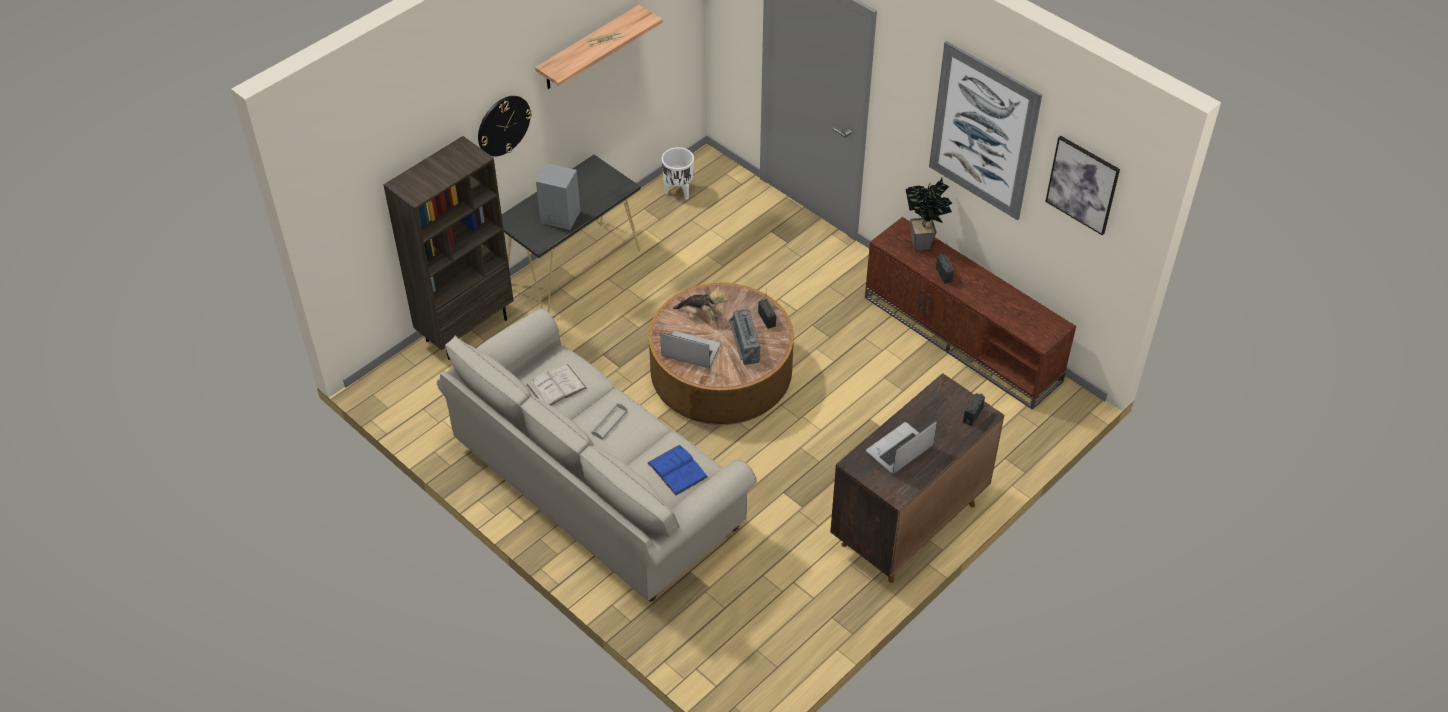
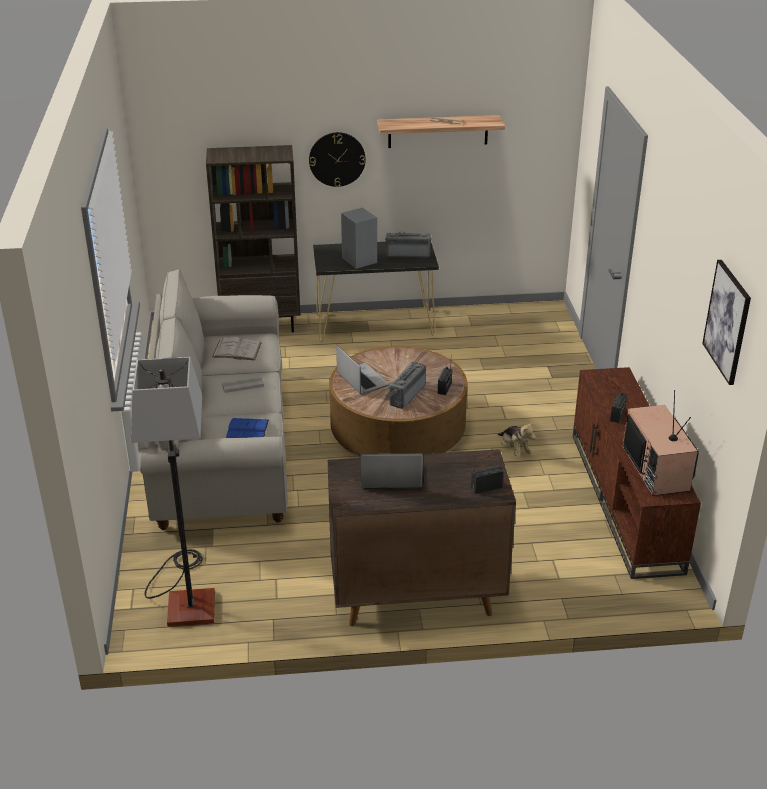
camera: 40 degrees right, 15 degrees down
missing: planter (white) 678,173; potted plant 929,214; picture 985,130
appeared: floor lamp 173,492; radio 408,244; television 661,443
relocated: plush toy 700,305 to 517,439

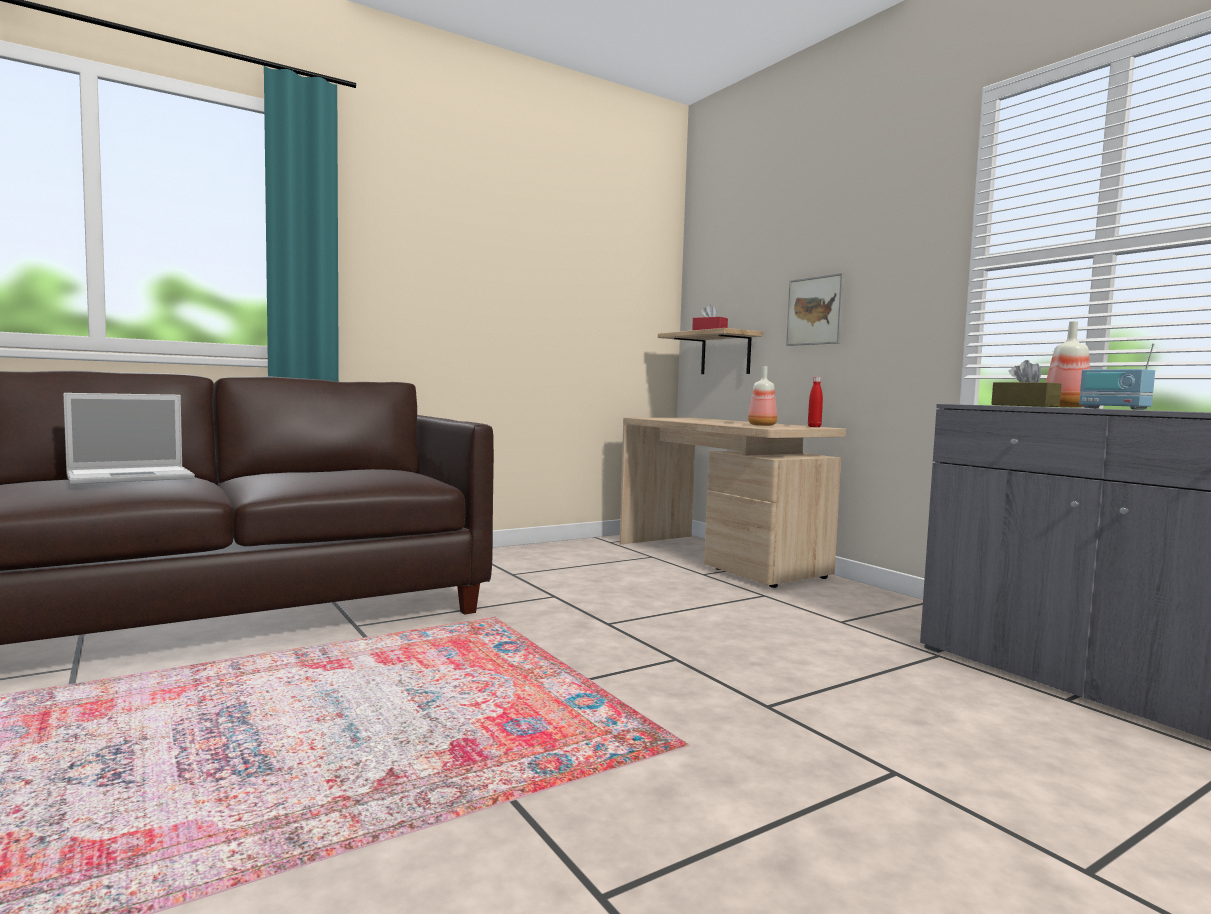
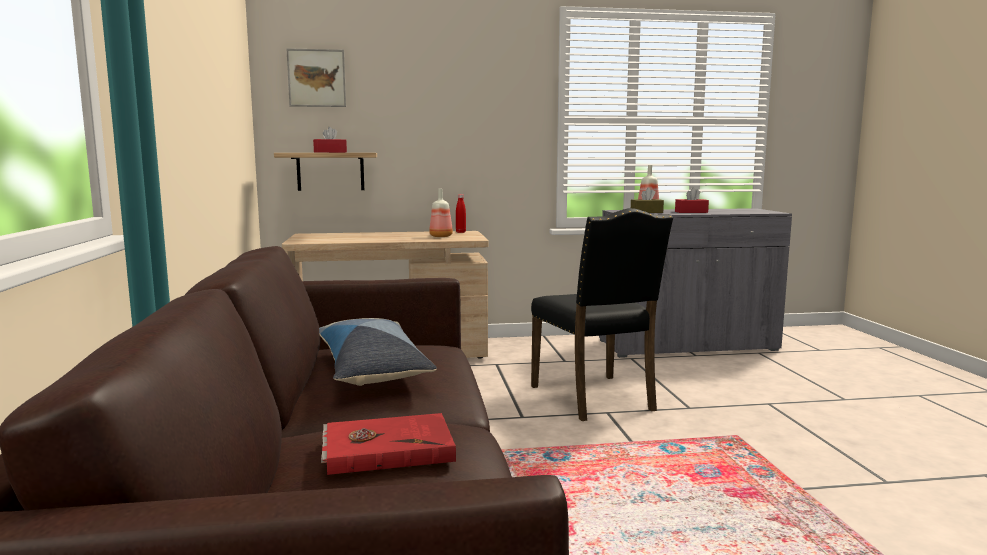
camera: 65 degrees left, 5 degrees up
appeared: pillow 378,352; chair (black) 602,314
relocated: picture 815,309 to 316,77
exchanged: laptop 129,438 to book (red) 388,444; radio 1117,377 to tissue box (red) 692,200

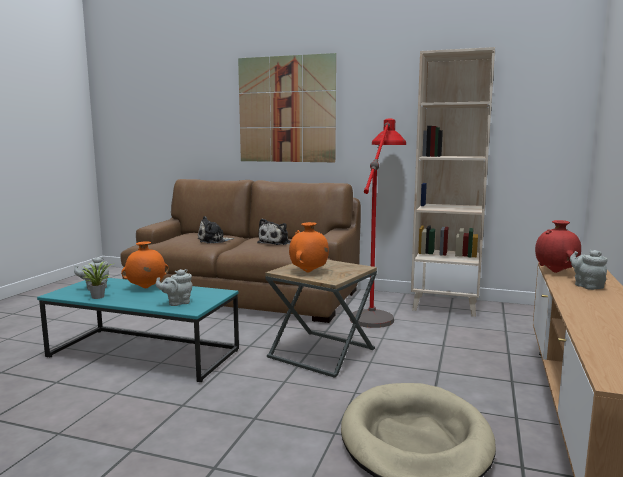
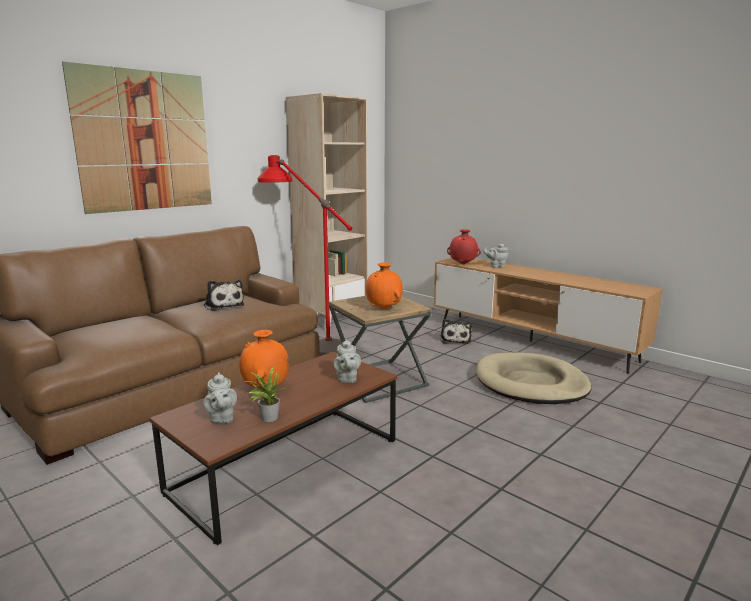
camera: 65 degrees left, 5 degrees up
relocated: plush toy 215,229 to 456,331
colour: coffee table (turquoise) 138,330 to coffee table (brown) 273,448

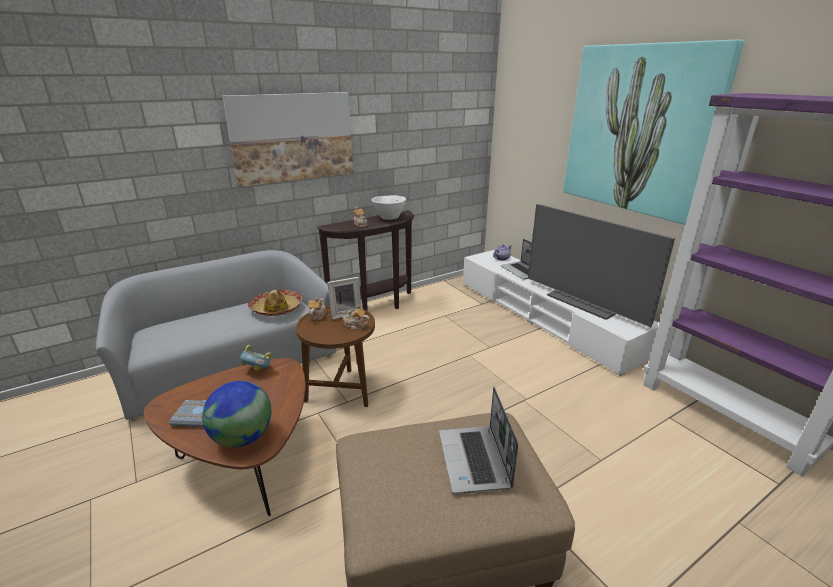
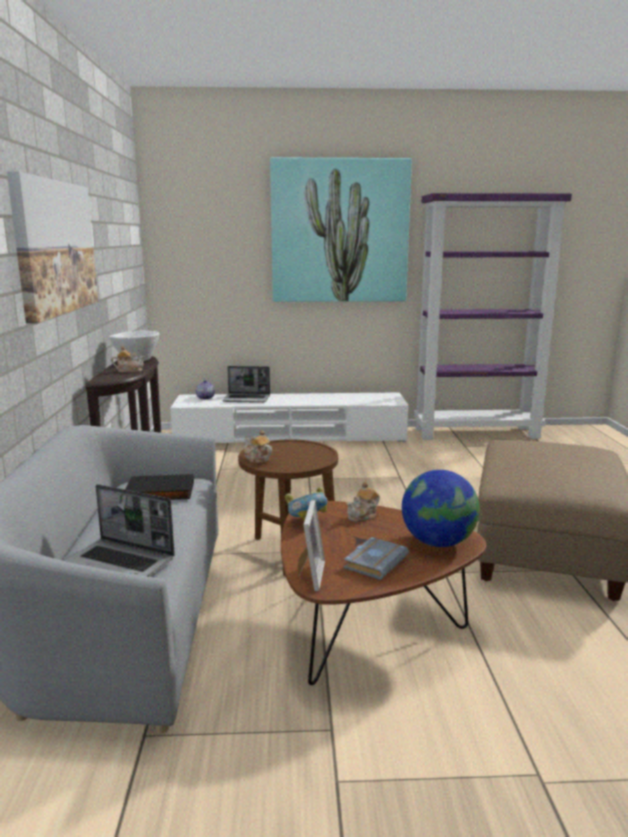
camera: 60 degrees left, 10 degrees down
missing: television 601,266
relocated: laptop 478,440 to 119,530; picture frame 344,298 to 311,545; teapot 355,317 to 363,502
exchanged: hat 275,303 to book (black) 159,487

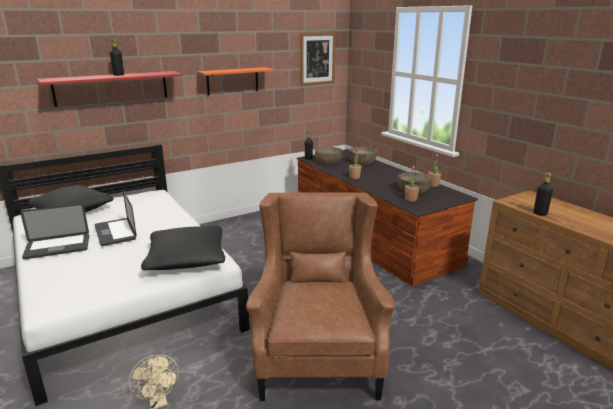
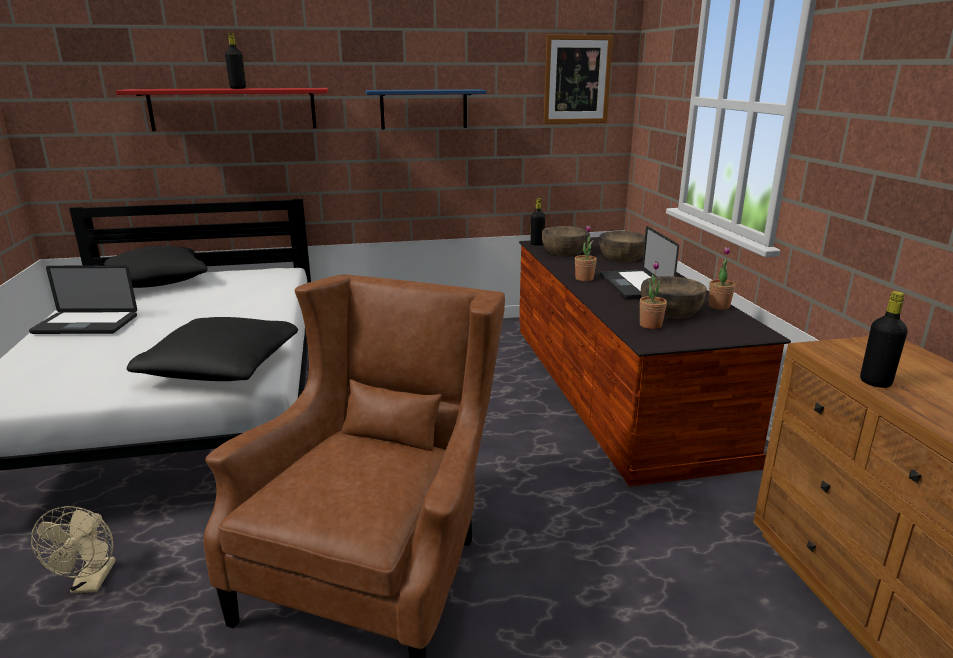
camera: 20 degrees right, 0 degrees up
relocated: laptop 116,218 to 639,262
colour: shelf (orange) 235,81 to shelf (blue) 426,109

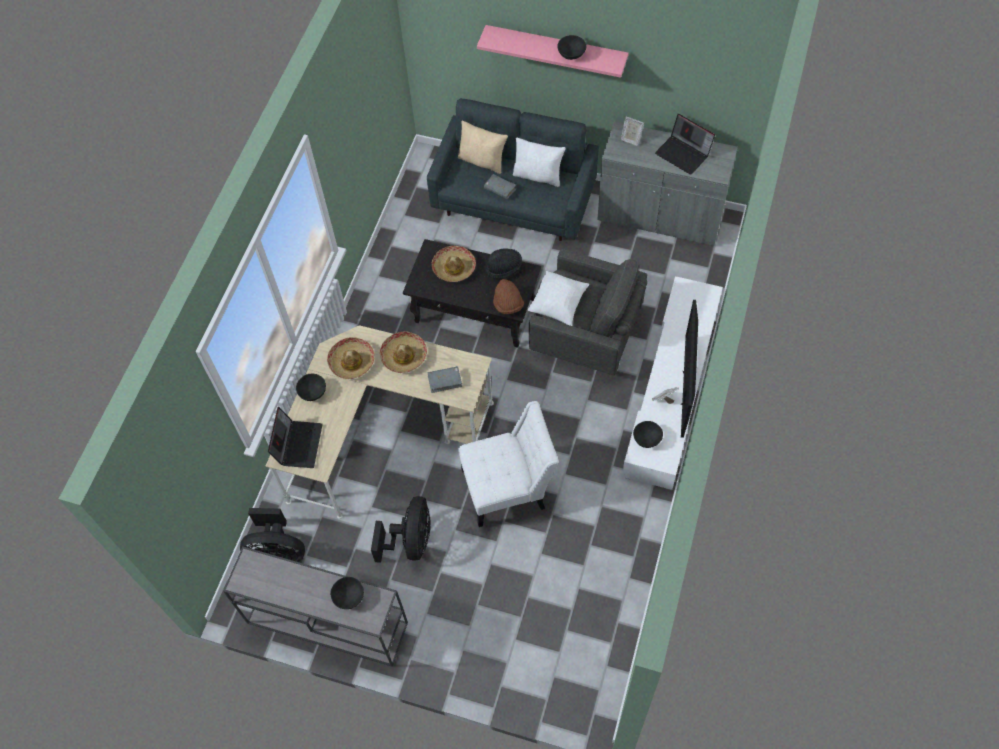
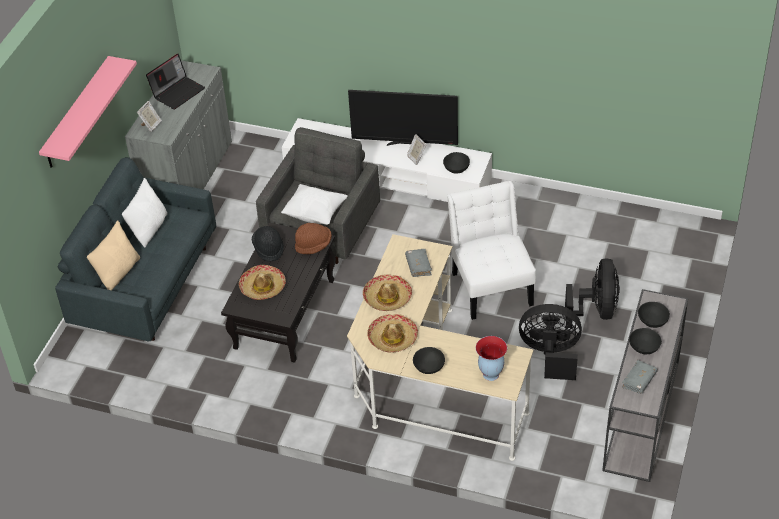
camera: 90 degrees left, 15 degrees down
relocated: fan (black) 272,535 to 592,293; book (grey) 500,186 to 640,377; bowl (black) 571,47 to 645,341
exchanged: laptop 295,437 to vase 491,358

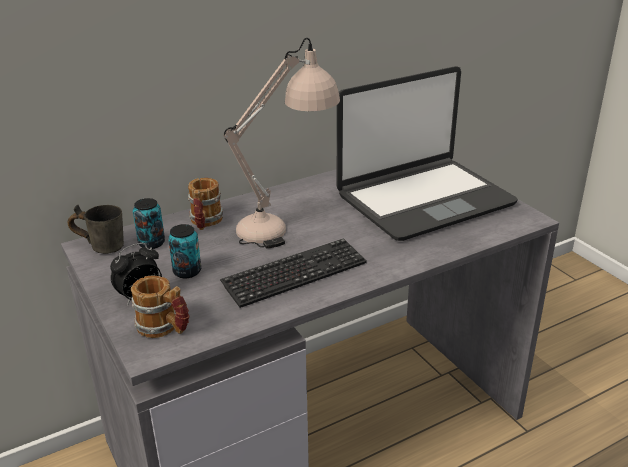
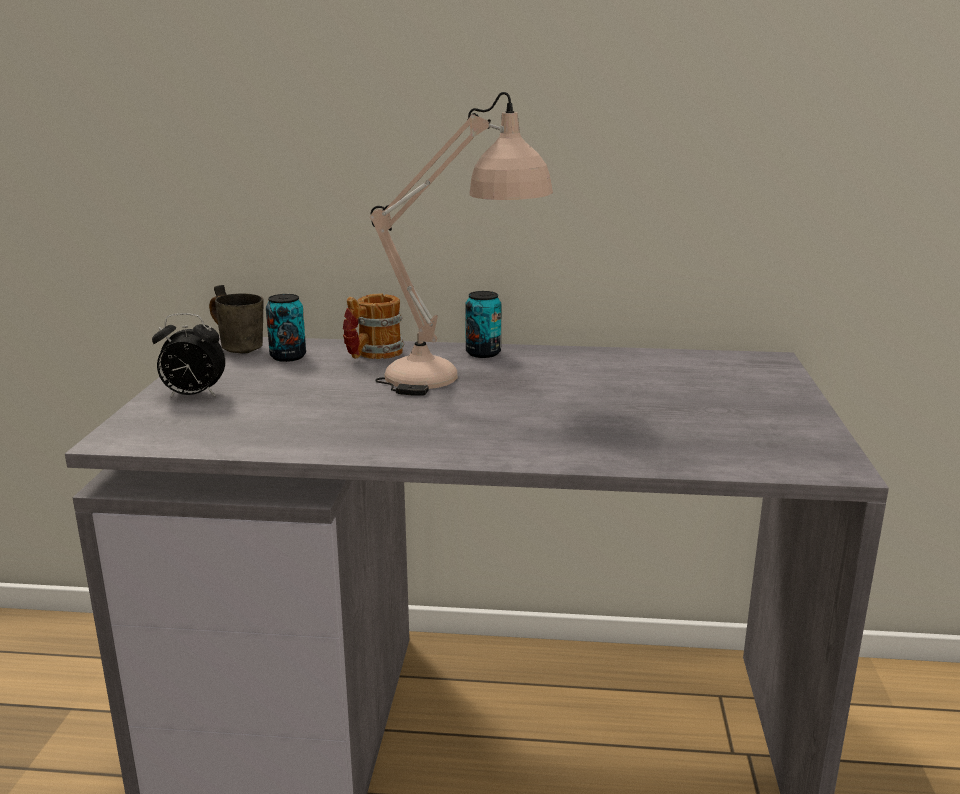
camera: 35 degrees right, 10 degrees down
missing: mug 160,306; keyboard 293,273; laptop 427,153
relocated: can 184,251 to 483,324

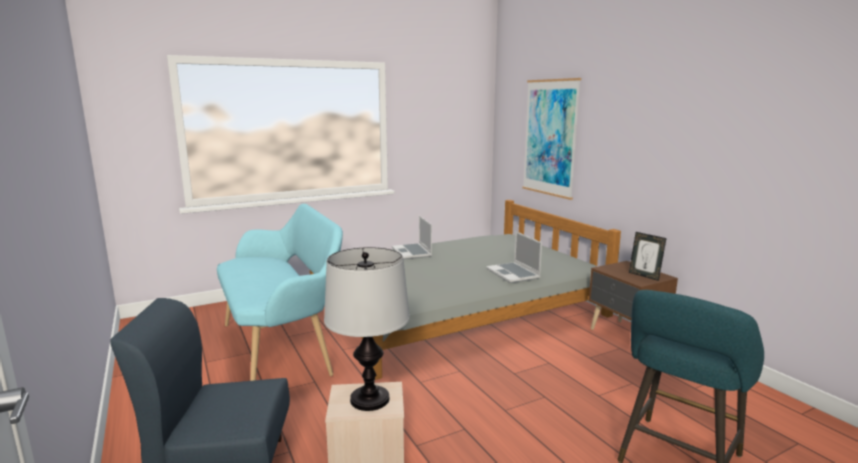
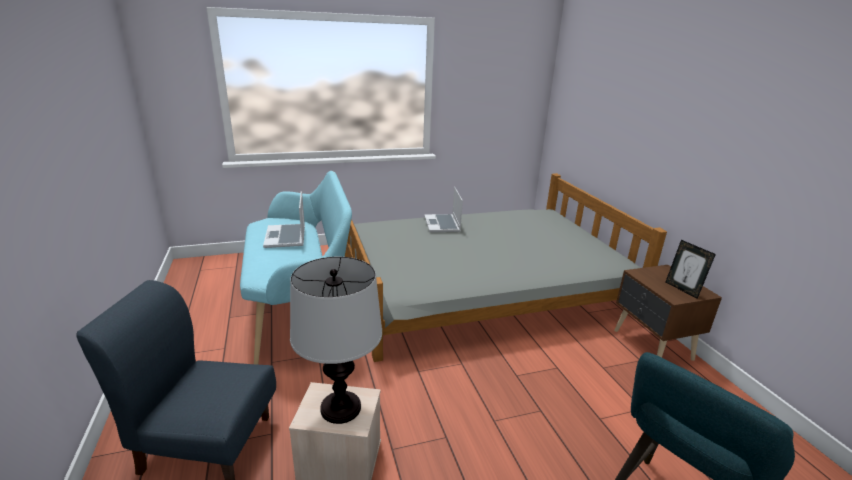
camera: 10 degrees right, 10 degrees up
missing: picture 551,139
relocated: laptop 514,257 to 284,219

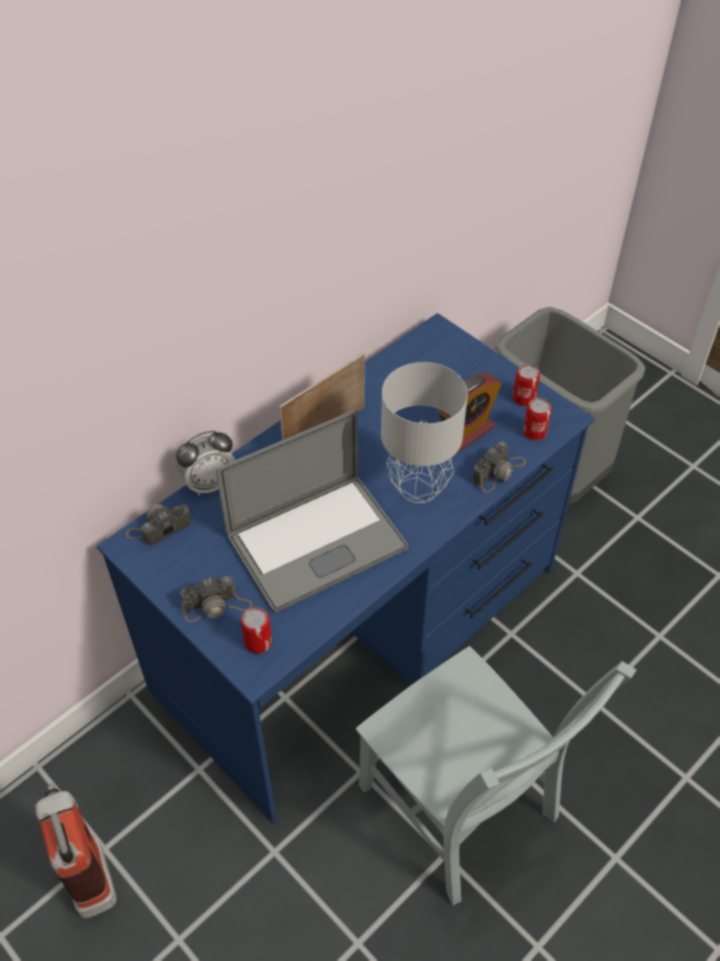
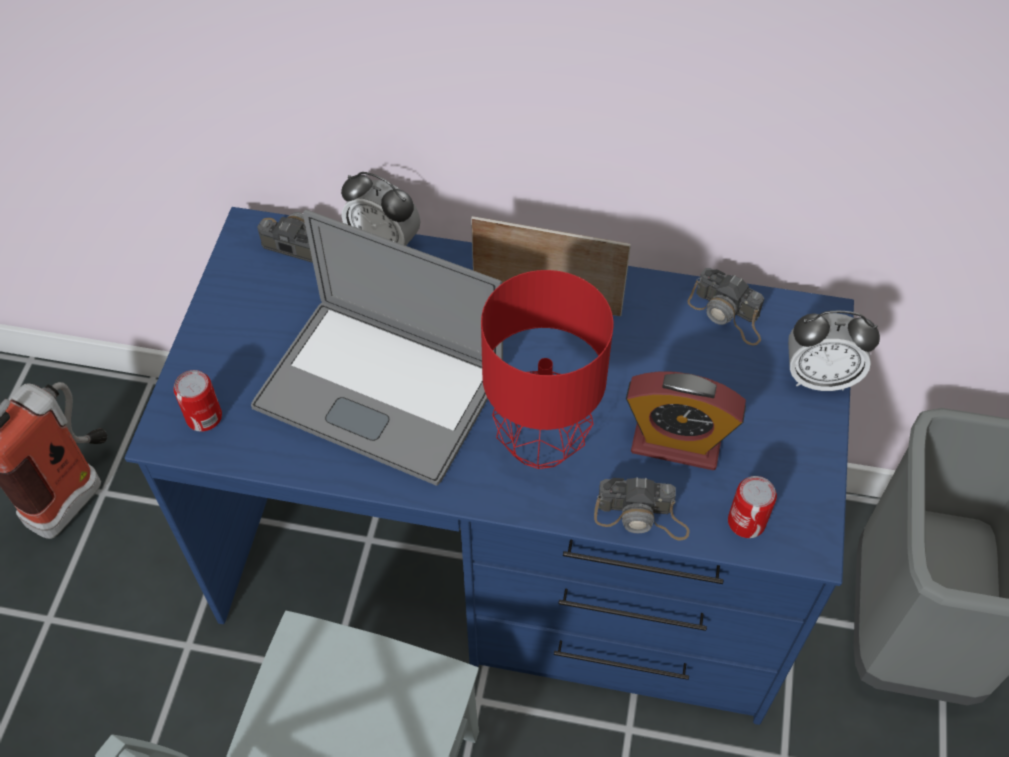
camera: 55 degrees right, 5 degrees up
missing: can 526,385
appeared: alarm clock 834,351
relocated: photo camera 216,599 to 725,307
colour: table lamp (grey) 424,432 to table lamp (red) 547,369

